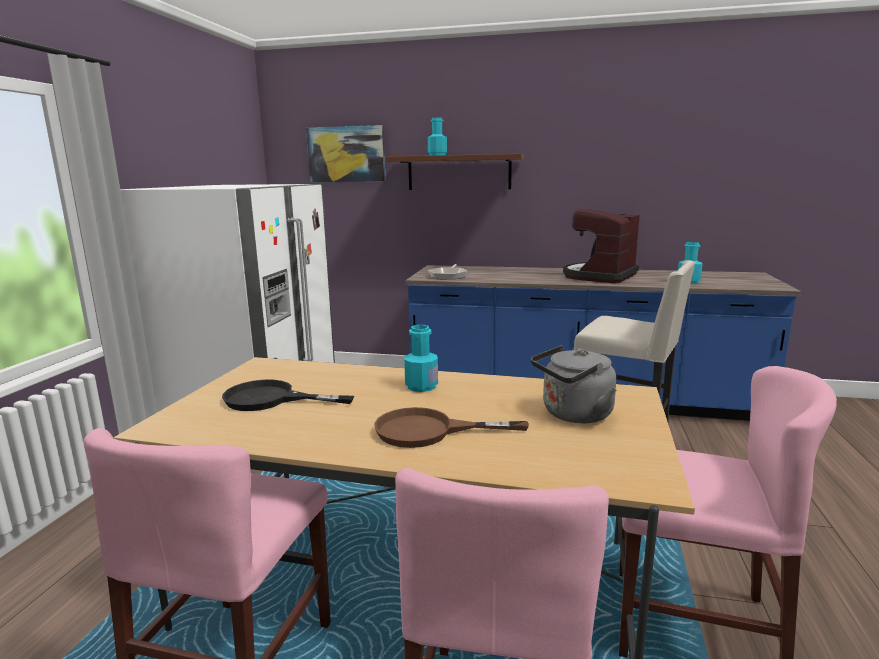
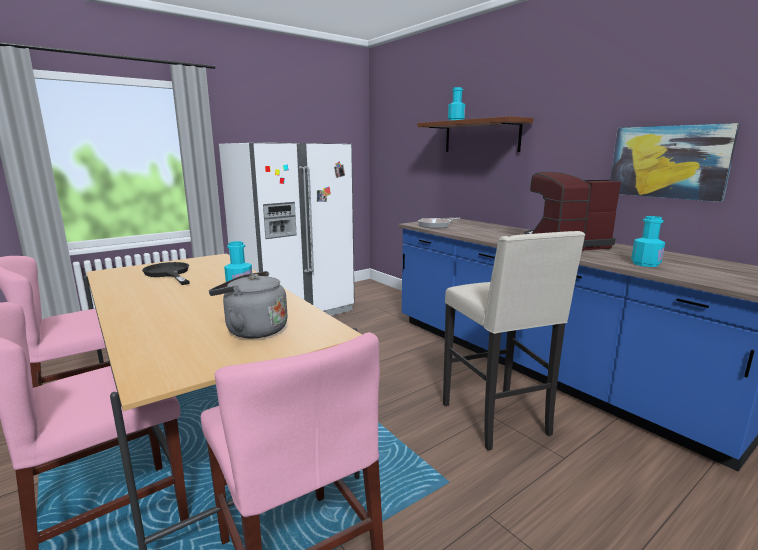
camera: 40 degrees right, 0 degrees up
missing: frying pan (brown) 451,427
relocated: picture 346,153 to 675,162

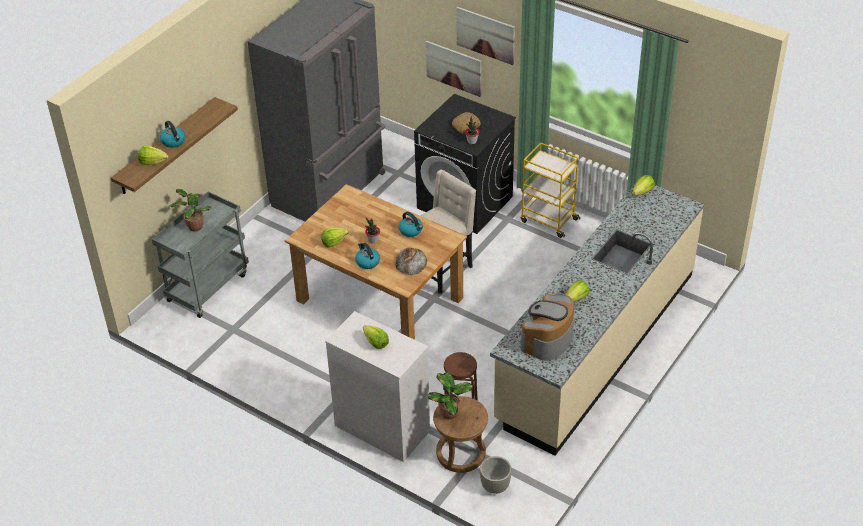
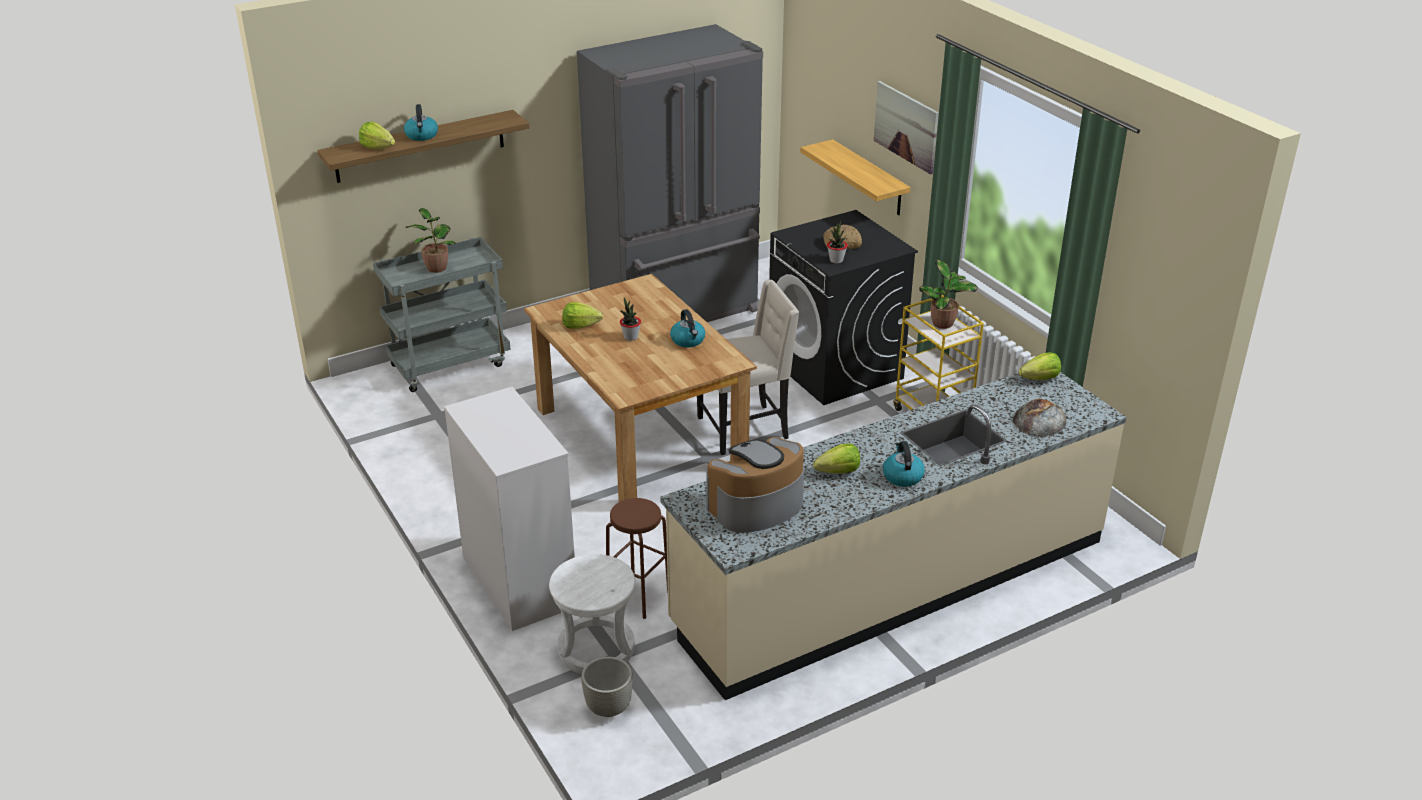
camera: 25 degrees right, 10 degrees down
missing: lettuce 376,337
relocated: kettle 367,256 to 904,464; potted plant 450,395 to 948,294; bread 411,261 to 1039,418
exchanged: picture 453,69 to shelf 855,177
colour: stool (brown) 460,434 to stool (white) 592,614

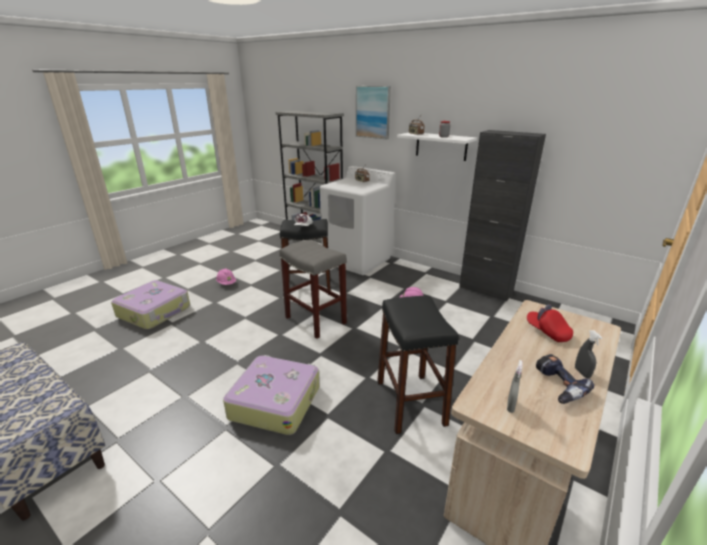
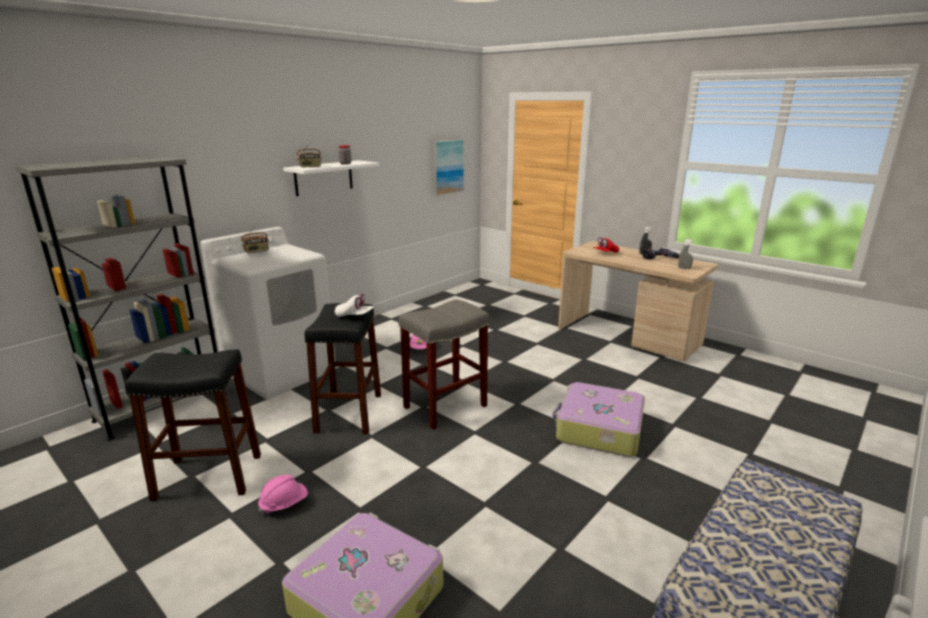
camera: 85 degrees left, 5 degrees down
missing: cabinet (black) 502,215
relocated: stool (black) 418,365 to 193,425; picture 373,112 to 448,167

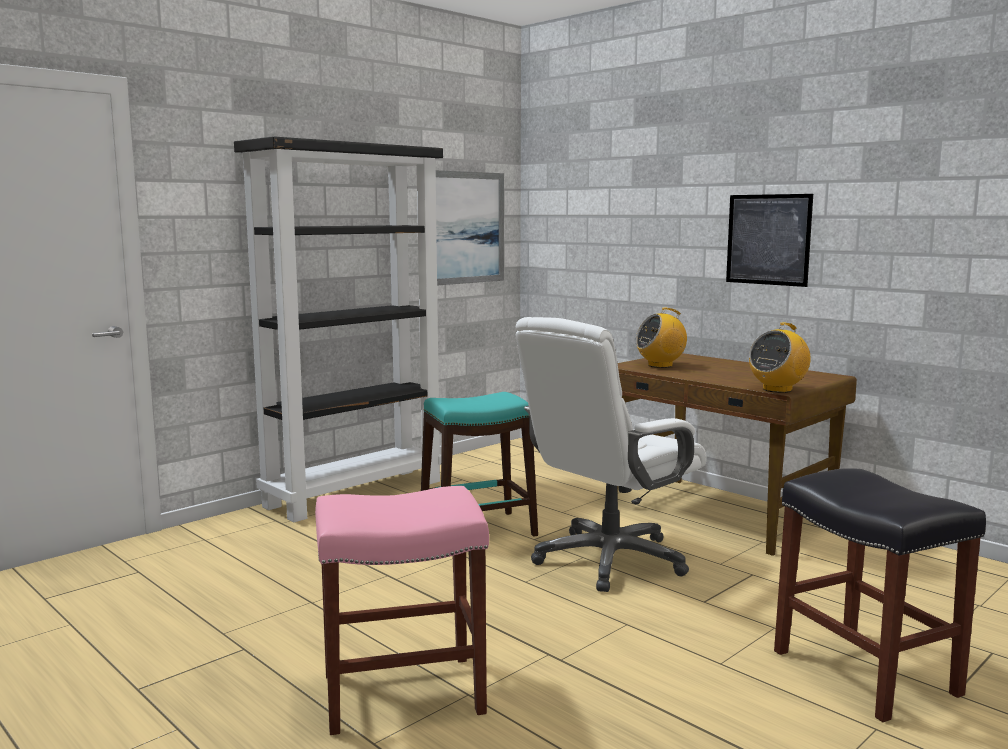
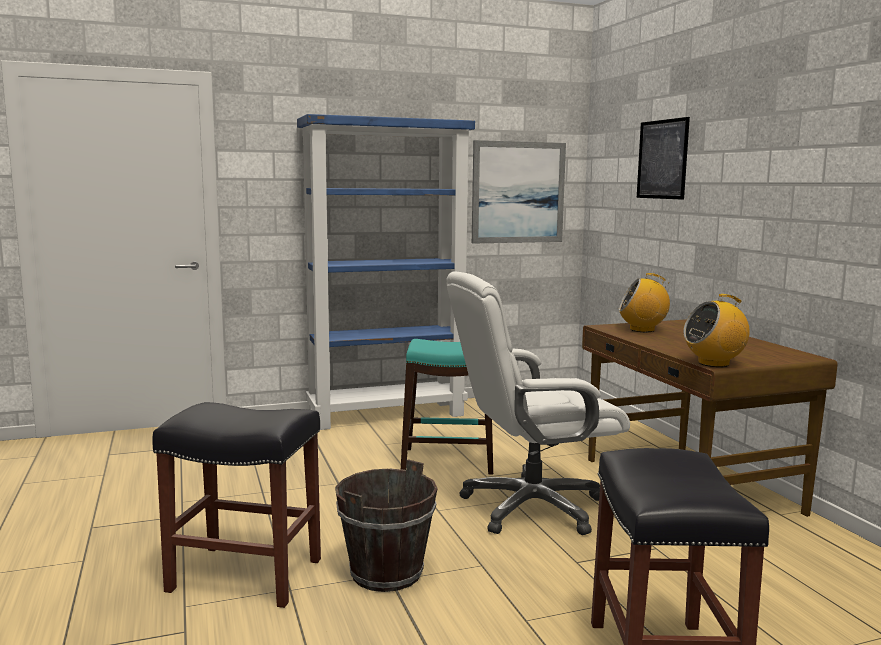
camera: 25 degrees right, 0 degrees up
appeared: bucket (brown) 386,525
relocated: picture 769,240 to 663,158
colour: stool (pink) 402,610 to stool (black) 236,505; bookcase (black) 338,329 to bookcase (blue) 386,272

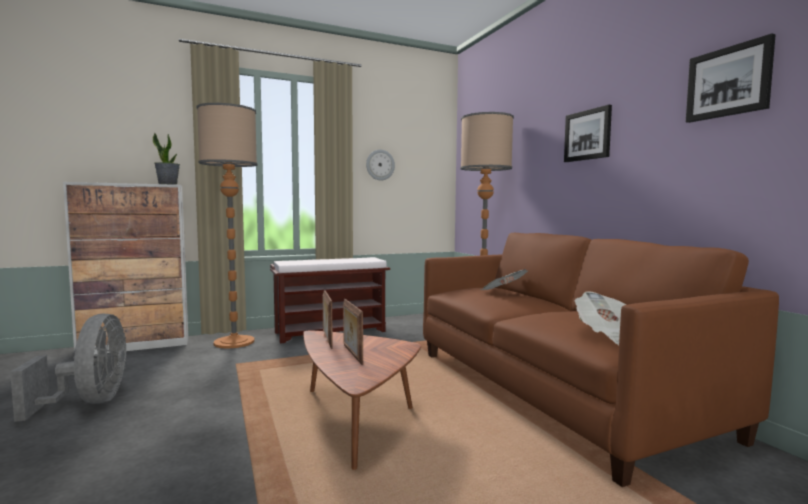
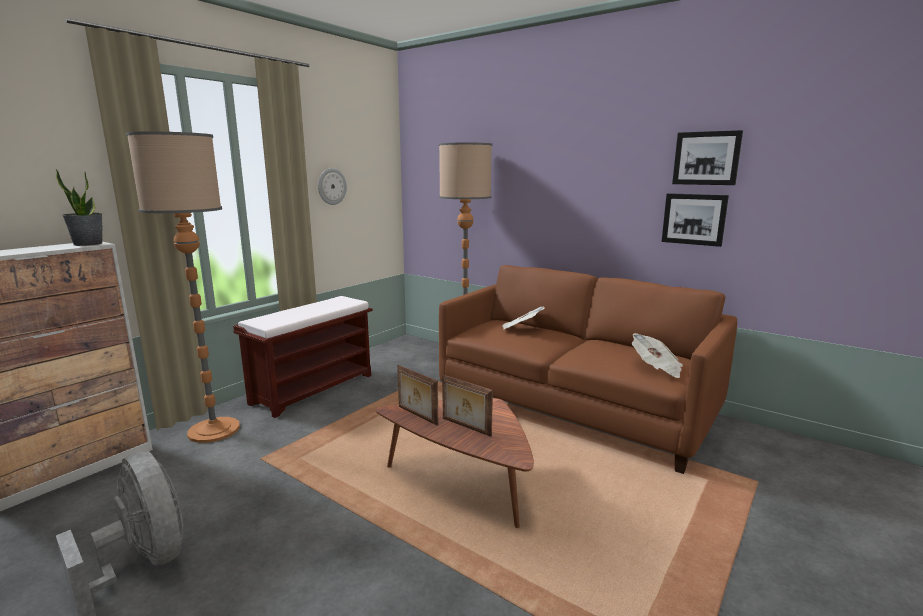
camera: 30 degrees left, 10 degrees up
relocated: picture 588,133 to 695,220

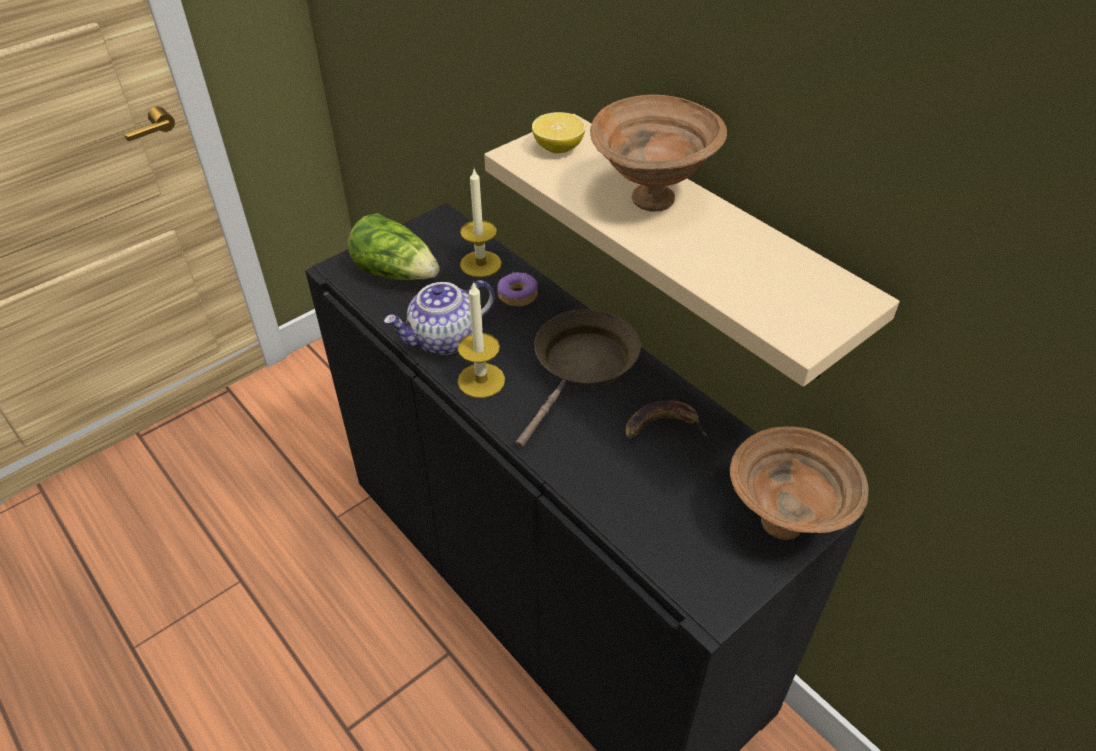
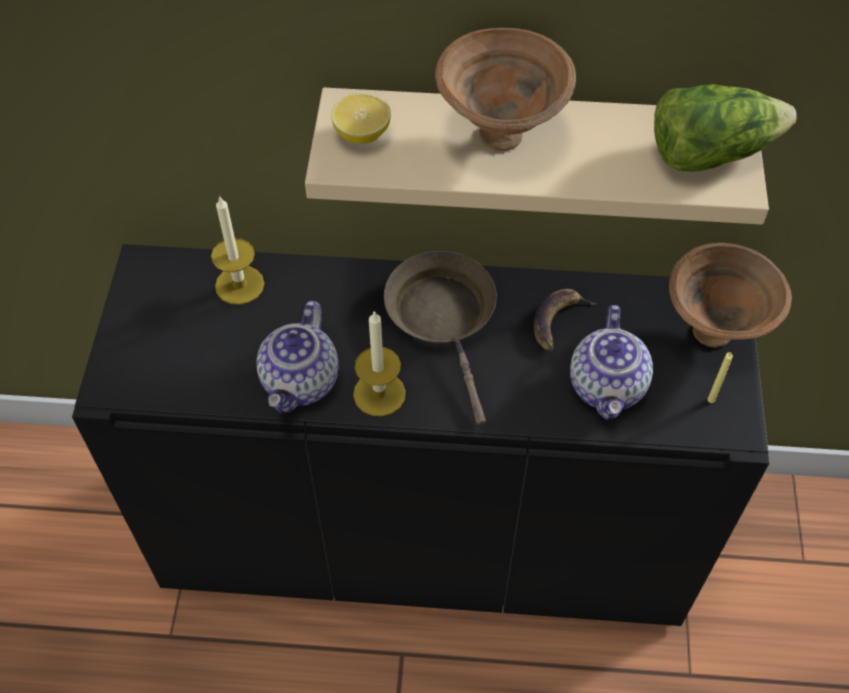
camera: 45 degrees left, 10 degrees up
missing: donut 517,289
appeared: teapot 611,362; candle (yellow) 720,377
relocated: lettuce 394,246 to 725,128

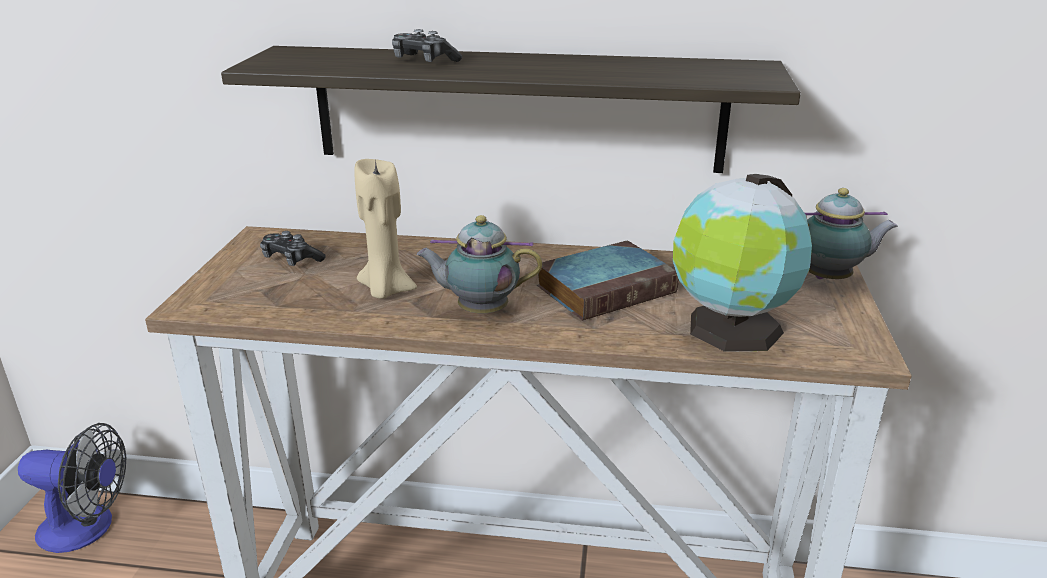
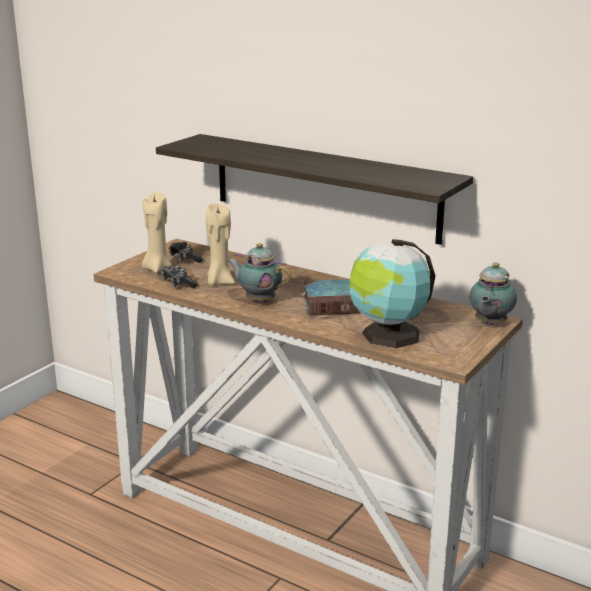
camera: 25 degrees right, 5 degrees down
missing: fan 72,488
appeared: candle (beige) 157,232
relocated: game controller 427,45 to 179,276
spun: teapot 851,233 = 493,294 90 degrees clockwise

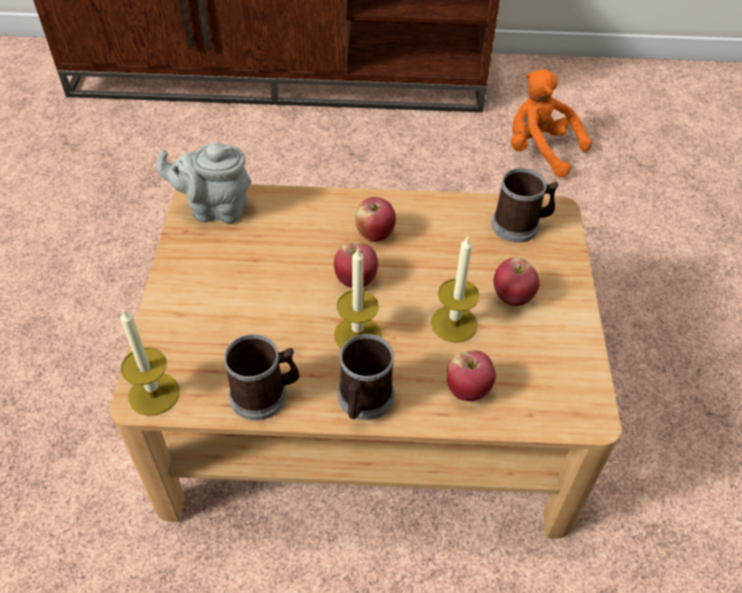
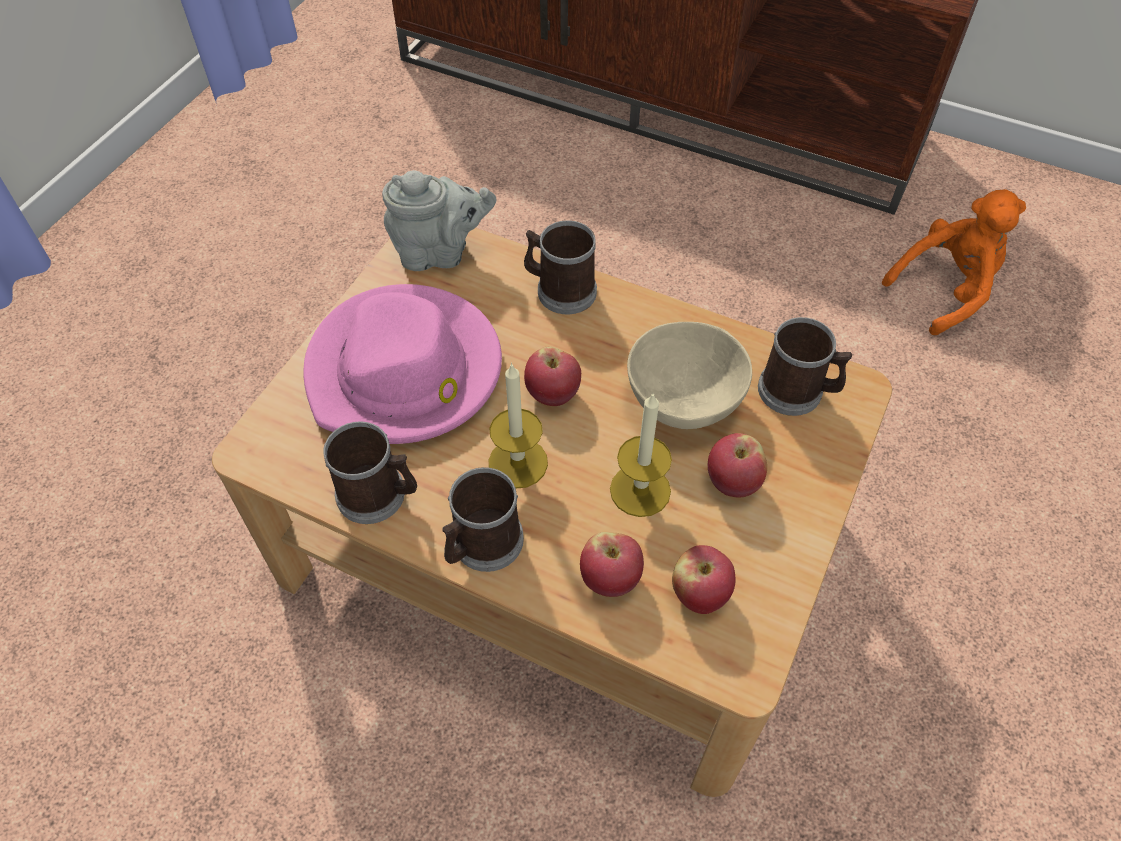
camera: 25 degrees right, 5 degrees up
missing: candle 149,362
appeared: hat (pink) 402,364; mug 560,267; bowl (beige) 689,375
relocated: apple 375,219 to 703,579
spun: teapot (grey) 203,182 = 439,220 150 degrees clockwise; plush toy (orange) 551,123 = 954,262 90 degrees clockwise

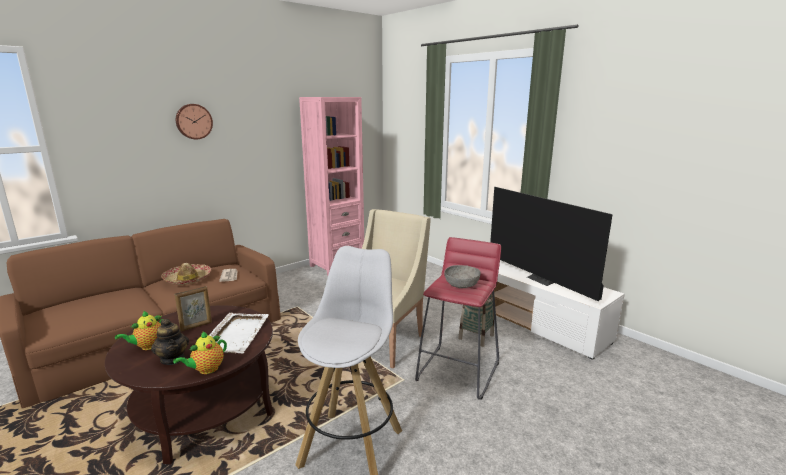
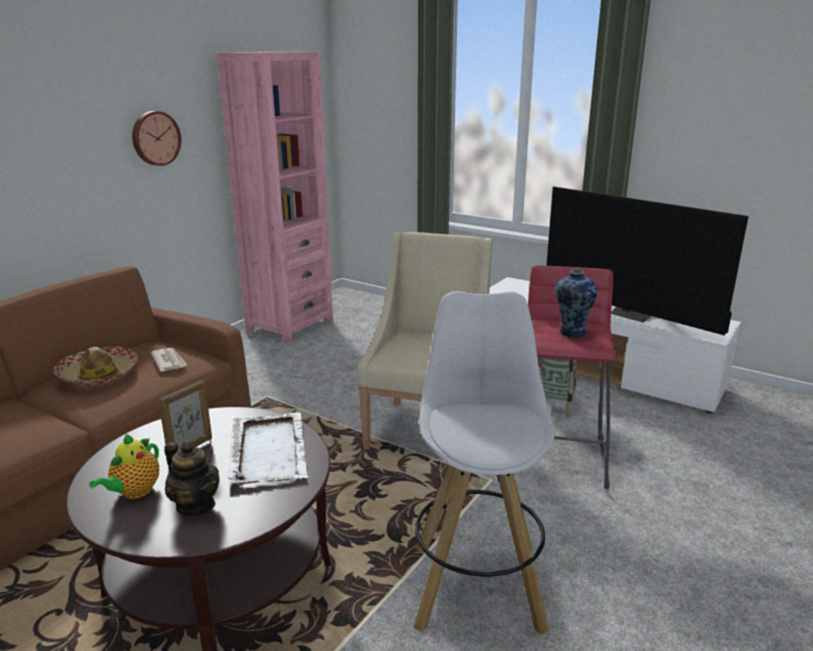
camera: 15 degrees left, 5 degrees up
missing: teapot 200,352
relocated: wall clock 194,121 to 156,138
exchanged: bowl (grey) 462,276 to vase 576,304

